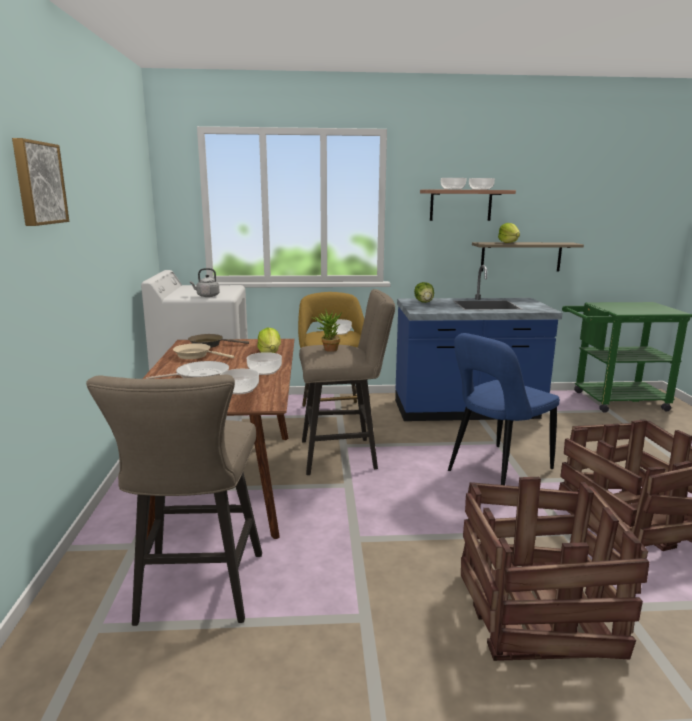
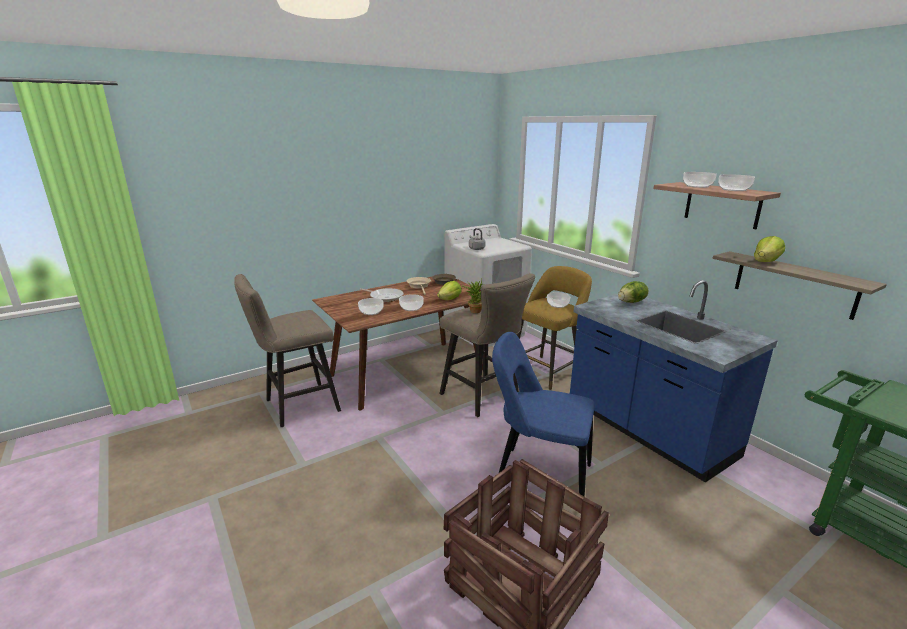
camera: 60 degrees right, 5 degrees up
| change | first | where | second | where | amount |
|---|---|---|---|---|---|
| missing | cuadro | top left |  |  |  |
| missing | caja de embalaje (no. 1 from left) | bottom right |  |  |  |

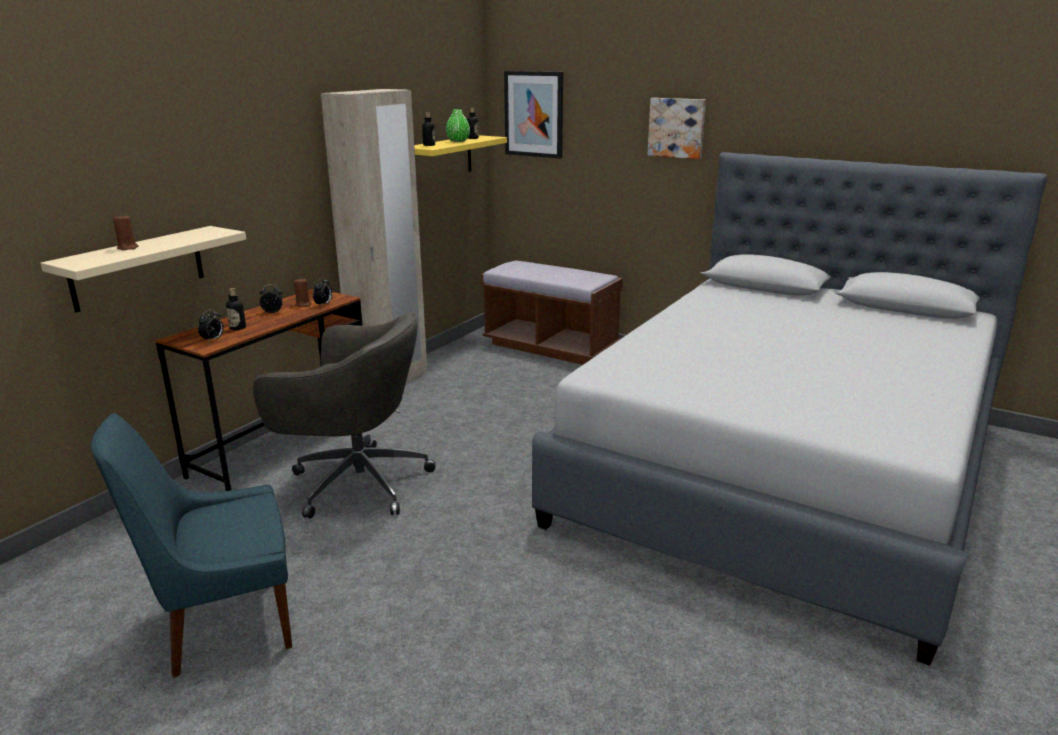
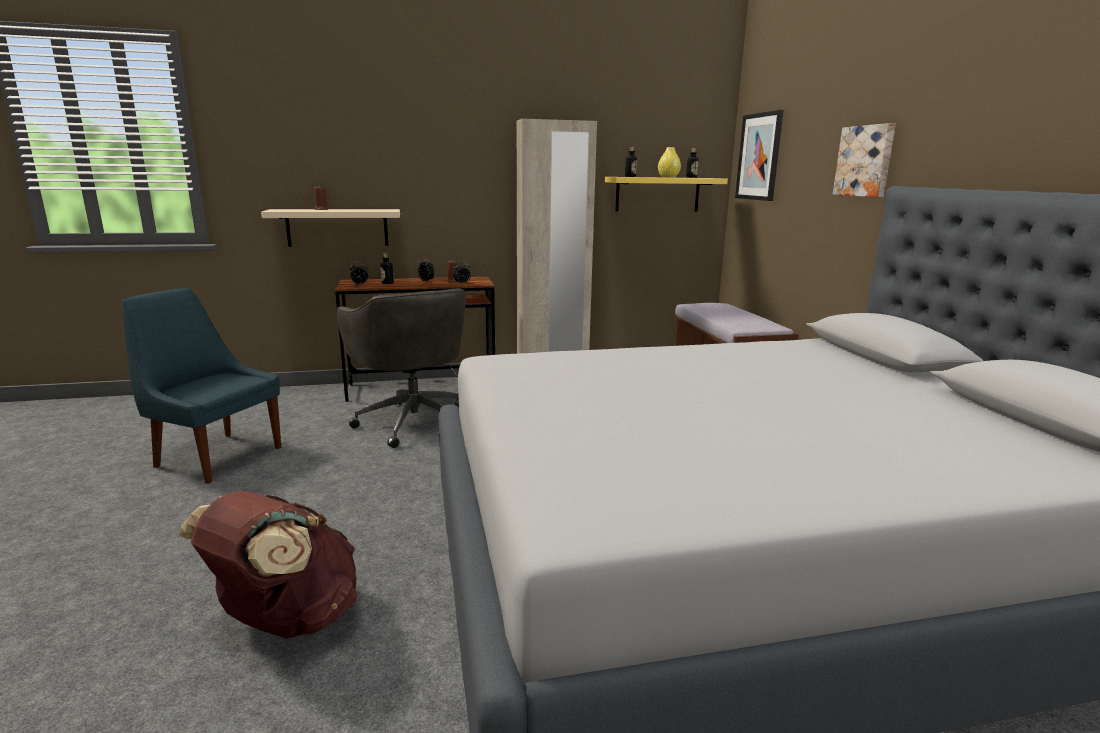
camera: 45 degrees right, 5 degrees down
| change | first | where | second | where | amount |
|---|---|---|---|---|---|
| colour | florero/verde | top centre | florero/amarillo | top centre |  |
| appeared |  |  | mochila/marrón | bottom left |  |

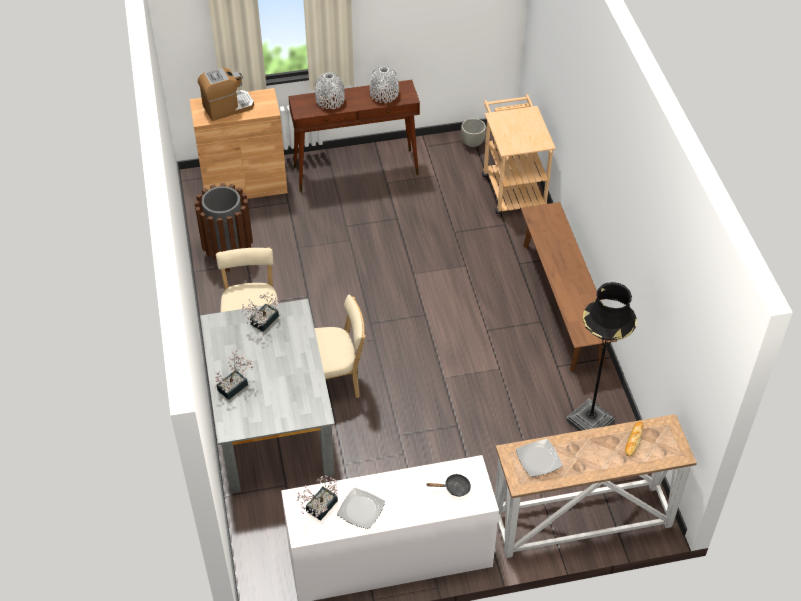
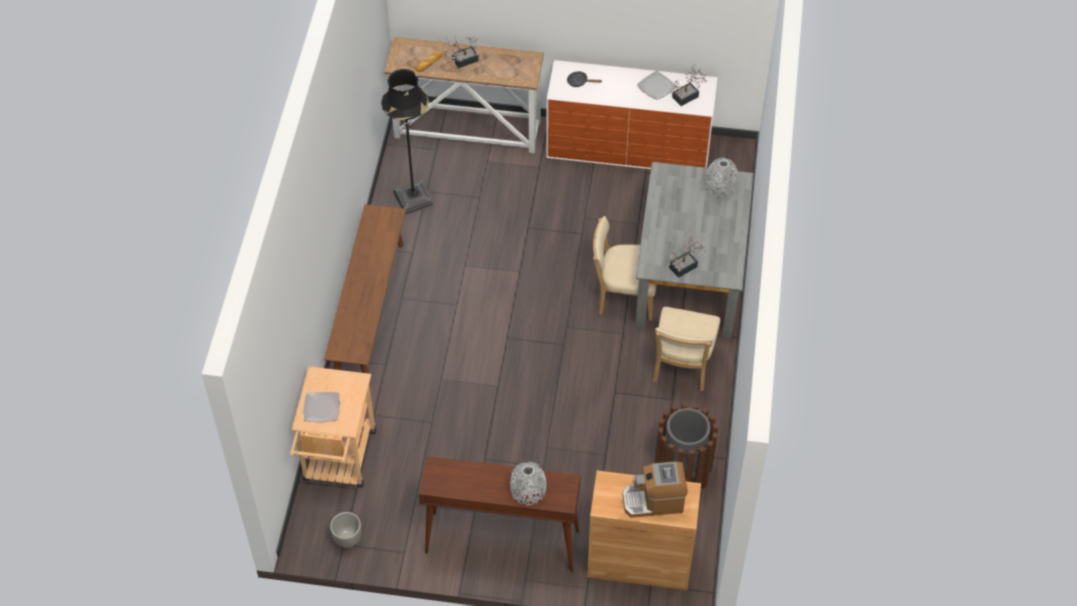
camera: 160 degrees left, 5 degrees up
| change | first | where | second | where | amount |
|---|---|---|---|---|---|
| relocated | florero/gris (no. 2 from left) | top centre |  | top right |  |
| relocated | planta en maceta (no. 1 from left) | middle left |  | top centre |  |
| relocated | plato (no. 2 from left in the first image) | bottom right | plato (no. 1 from left) | bottom left |  |

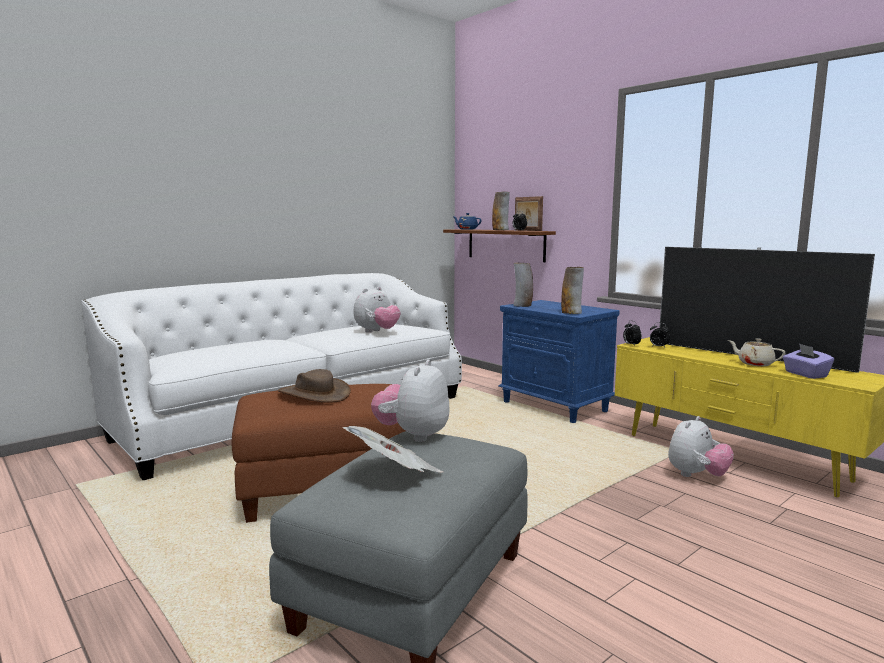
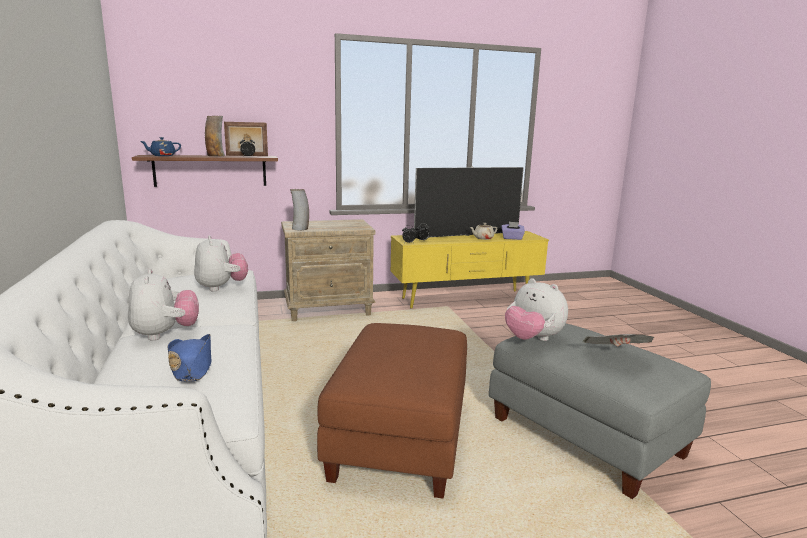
camera: 65 degrees left, 5 degrees up
| change | first | where | second | where | amount |
|---|---|---|---|---|---|
| missing | florero (no. 3 from left) | centre |  |  |  |
| colour | mesita de noche/azul | centre | mesita de noche/beis | centre |  |
| missing | sombrero/marrón | centre |  |  |  |
| relocated | peluche (no. 3 from left in the first image) | bottom right | peluche (no. 1 from left) | middle left |  |
| appeared |  |  | sombrero/azul | middle left |  |

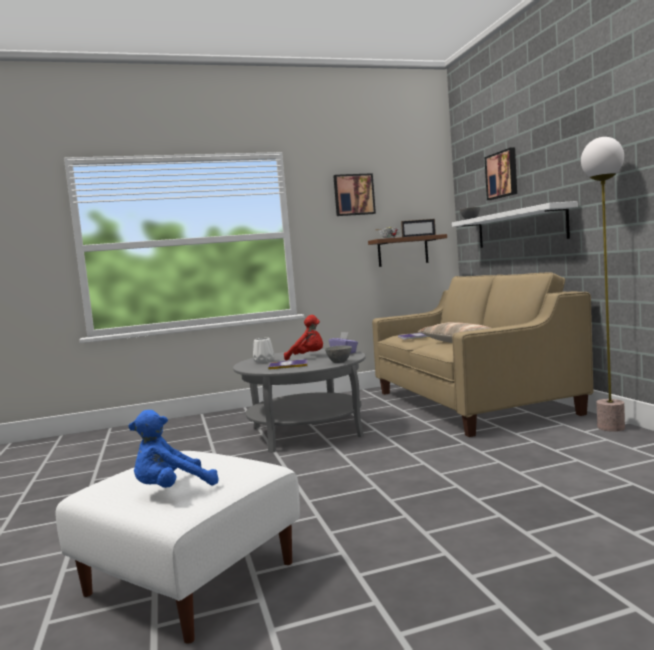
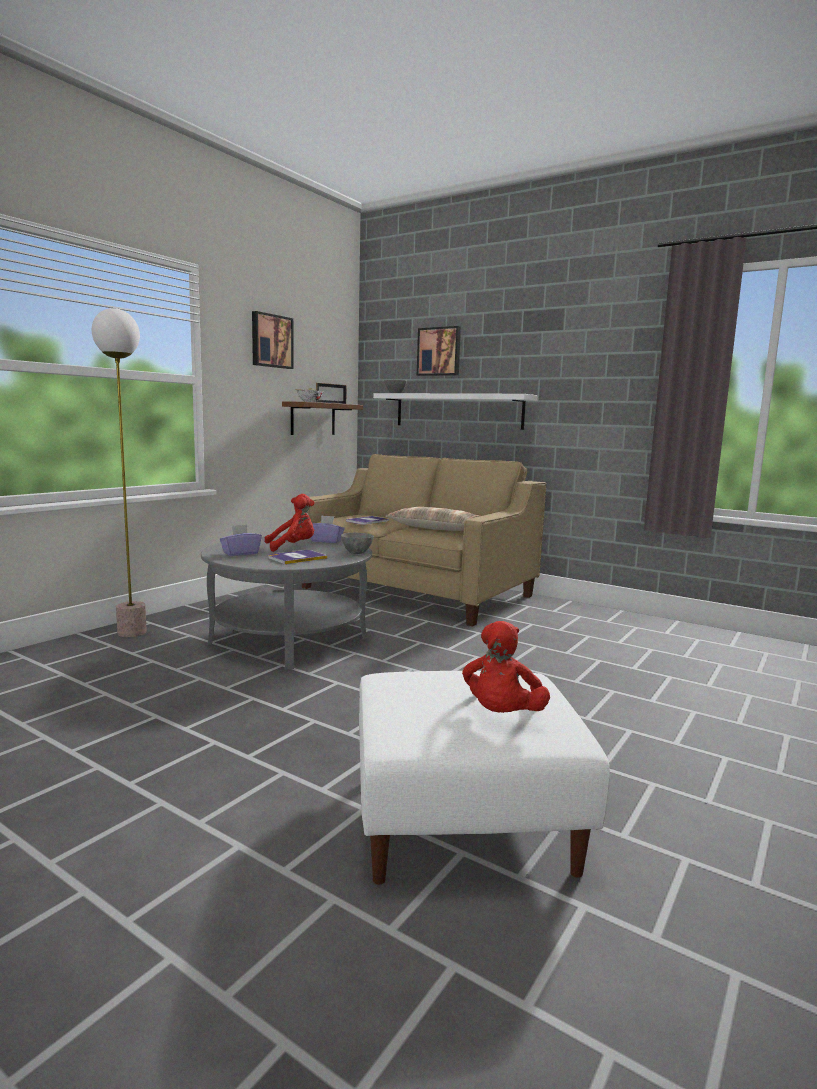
camera: 40 degrees left, 5 degrees up
| change | first | where | second | where | amount |
|---|---|---|---|---|---|
| relocated | lámpara de pie | middle right |  | middle left |  |
| exchanged | florero/blanco | centre | caja de pañuelos/morado (no. 1 from left) | middle left |  |
| colour | peluche/azul | bottom left | peluche/rojo (no. 2 from left) | centre |  |

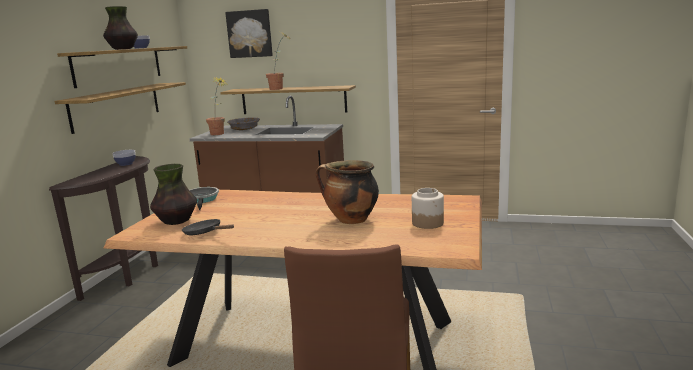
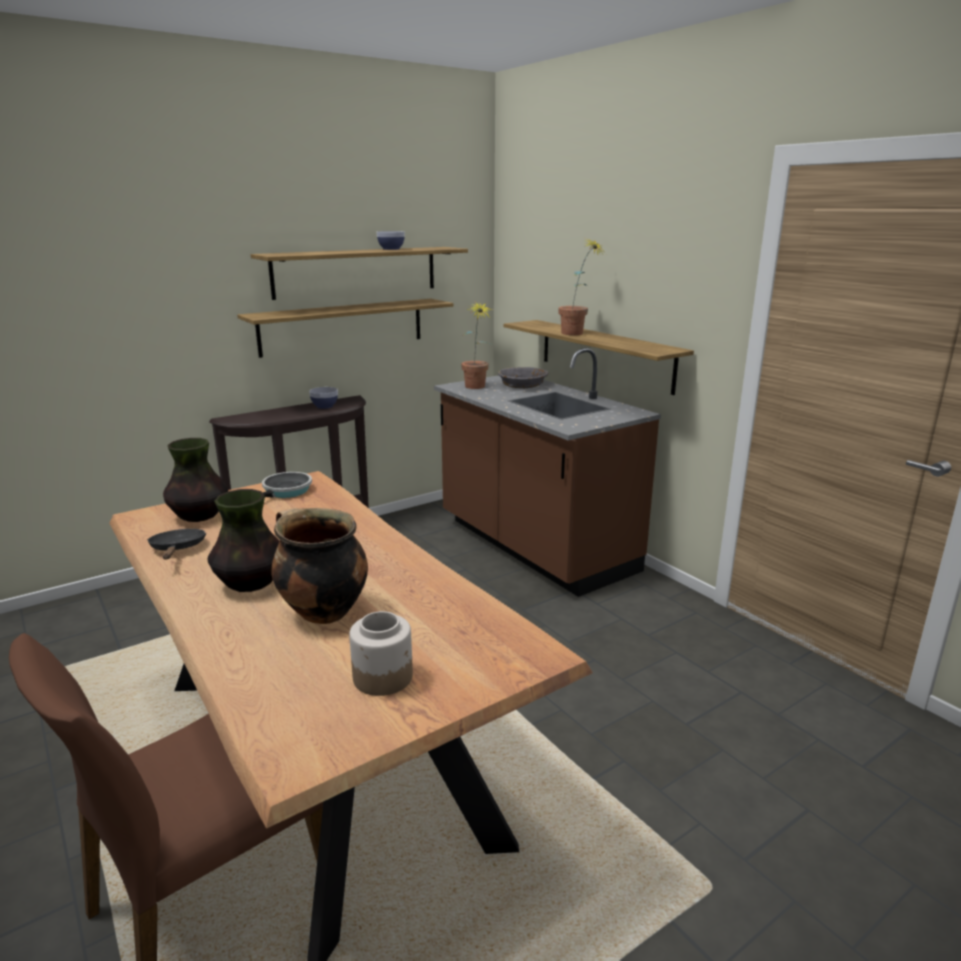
camera: 40 degrees right, 5 degrees up
| change | first | where | second | where | amount |
|---|---|---|---|---|---|
| relocated | florero (no. 1 from left in the first image) | top left | florero (no. 2 from left) | middle left |  |
| missing | cuadro | top centre |  |  |  |

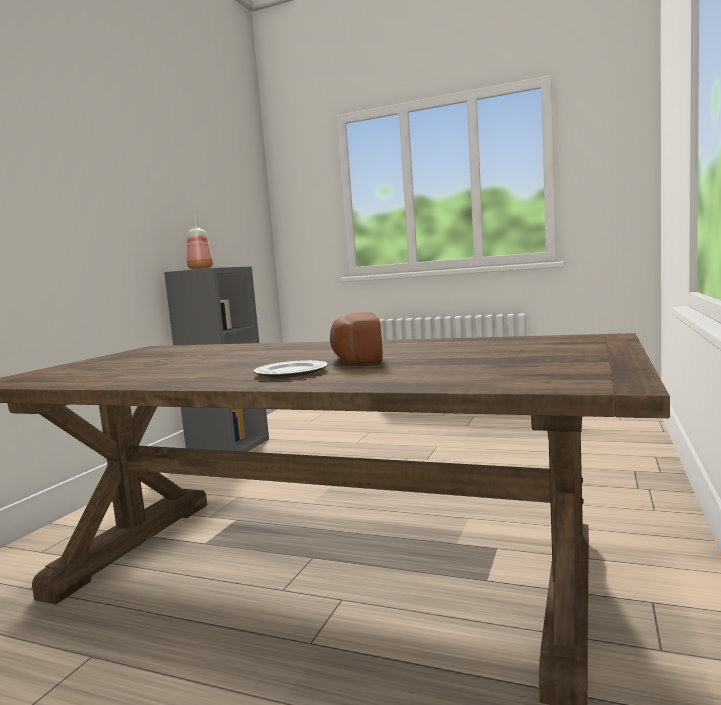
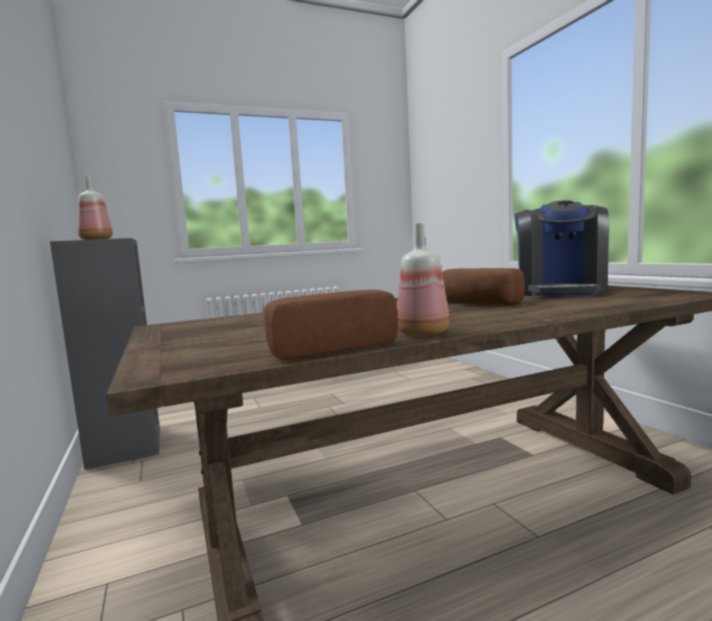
camera: 45 degrees left, 0 degrees up
| change | first | where | second | where | amount |
|---|---|---|---|---|---|
| missing | plato | centre |  |  |  |
| appeared |  |  | cafetera | middle right |  |
| appeared |  |  | botella (no. 2 from left) | centre |  |
| appeared |  |  | pan (no. 1 from left) | centre |  |

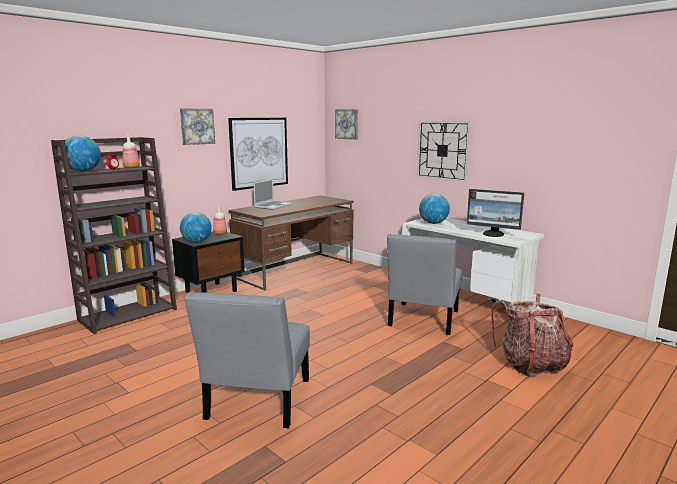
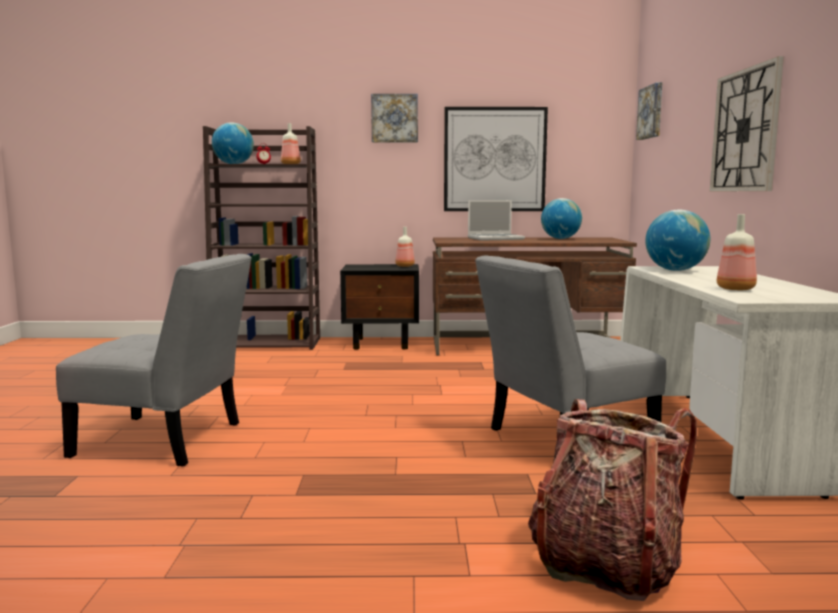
camera: 45 degrees right, 5 degrees down
| change | first | where | second | where | amount |
|---|---|---|---|---|---|
| exchanged | monitor | middle right | botella (no. 3 from left) | middle right |  |
| relocated | globo terráqueo (no. 2 from left) | middle left |  | middle right |  |
| spun | silla/gris (no. 1 from left) | bottom centre |  | middle left | 135 degrees counterclockwise |

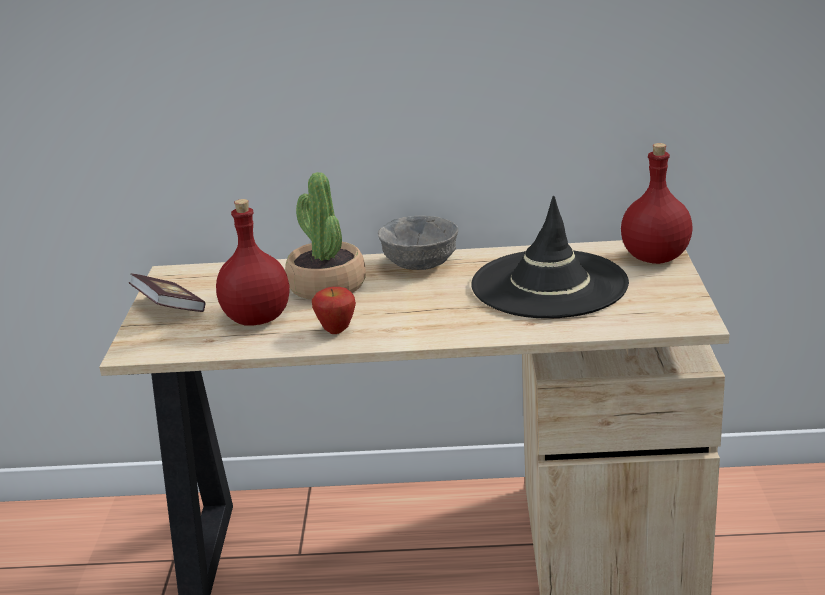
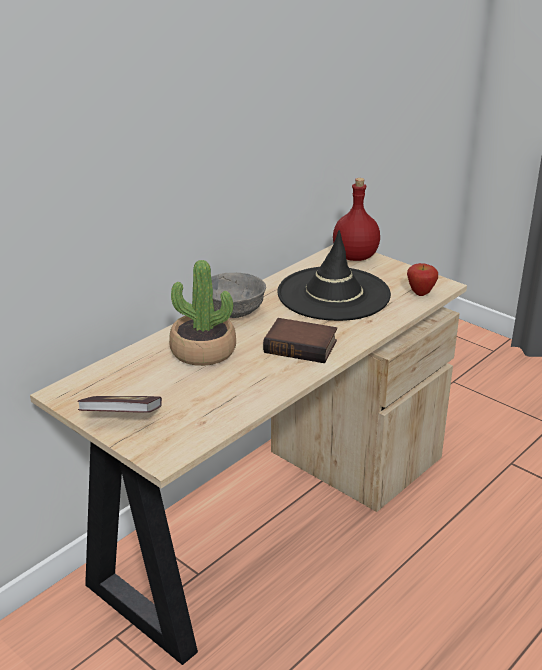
camera: 50 degrees left, 5 degrees up
| change | first | where | second | where | amount |
|---|---|---|---|---|---|
| missing | botella/rojo (no. 1 from left) | middle left |  |  |  |
| relocated | manzana | centre |  | middle right |  |
| appeared |  |  | libro (no. 2 from left) | centre |  |

